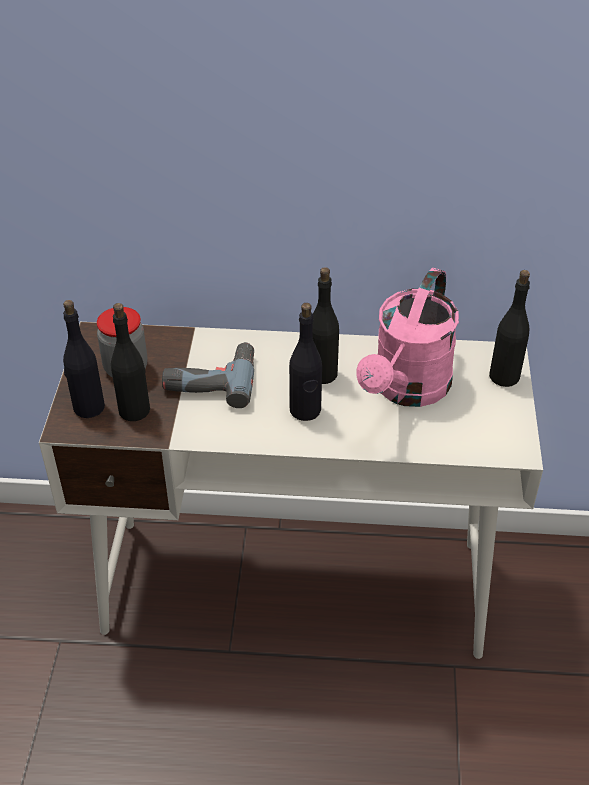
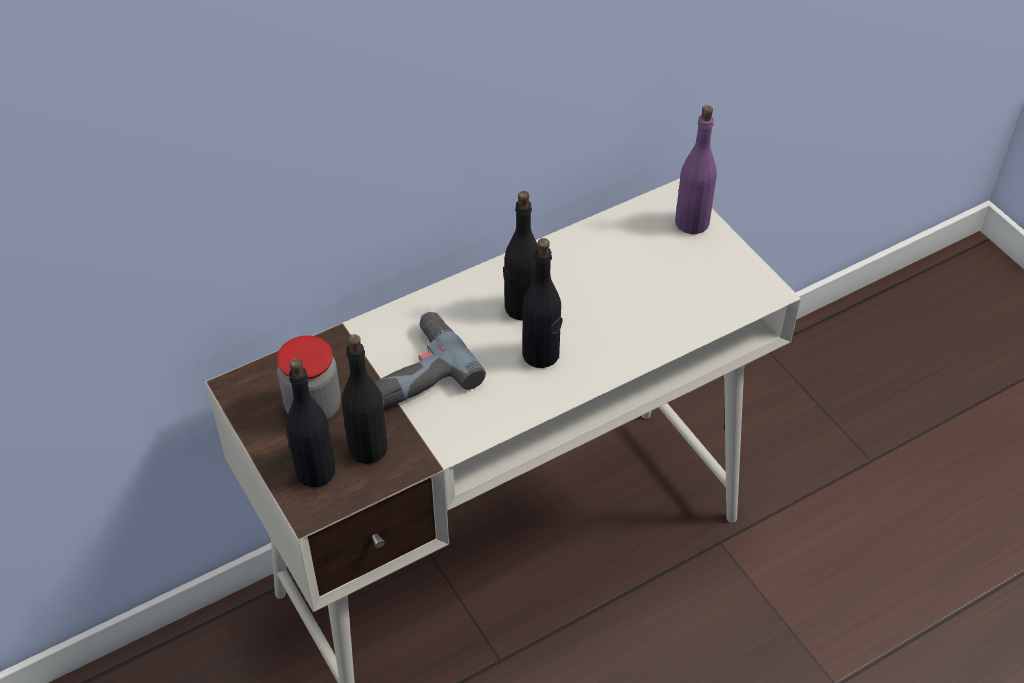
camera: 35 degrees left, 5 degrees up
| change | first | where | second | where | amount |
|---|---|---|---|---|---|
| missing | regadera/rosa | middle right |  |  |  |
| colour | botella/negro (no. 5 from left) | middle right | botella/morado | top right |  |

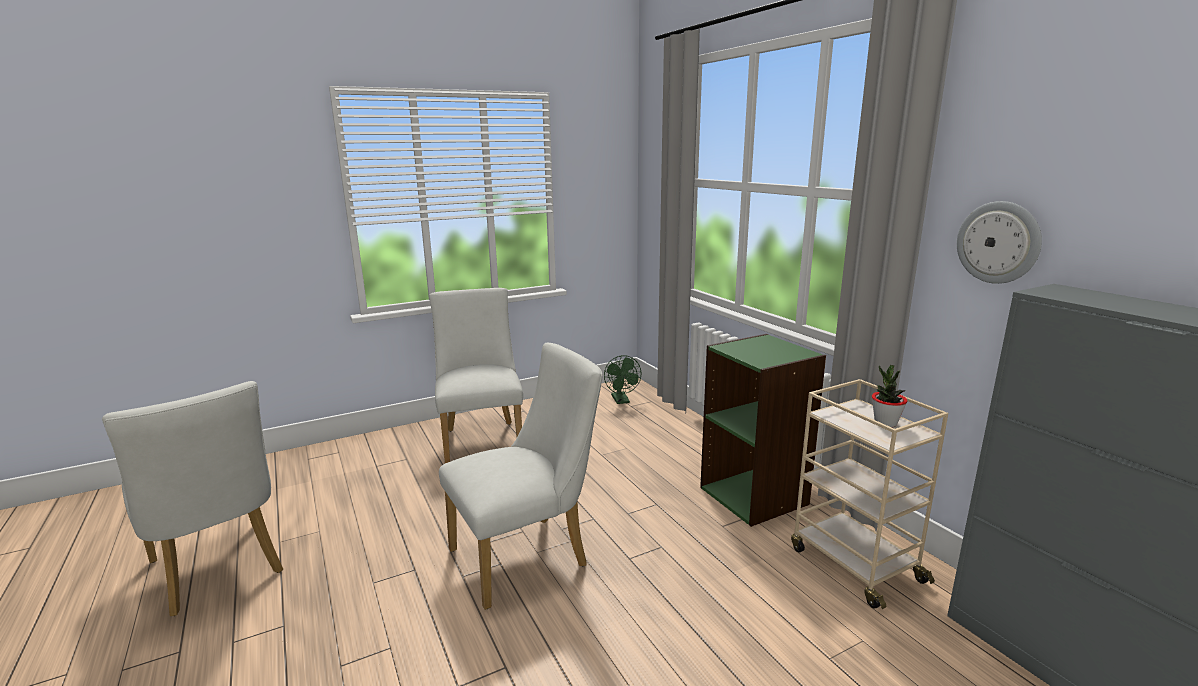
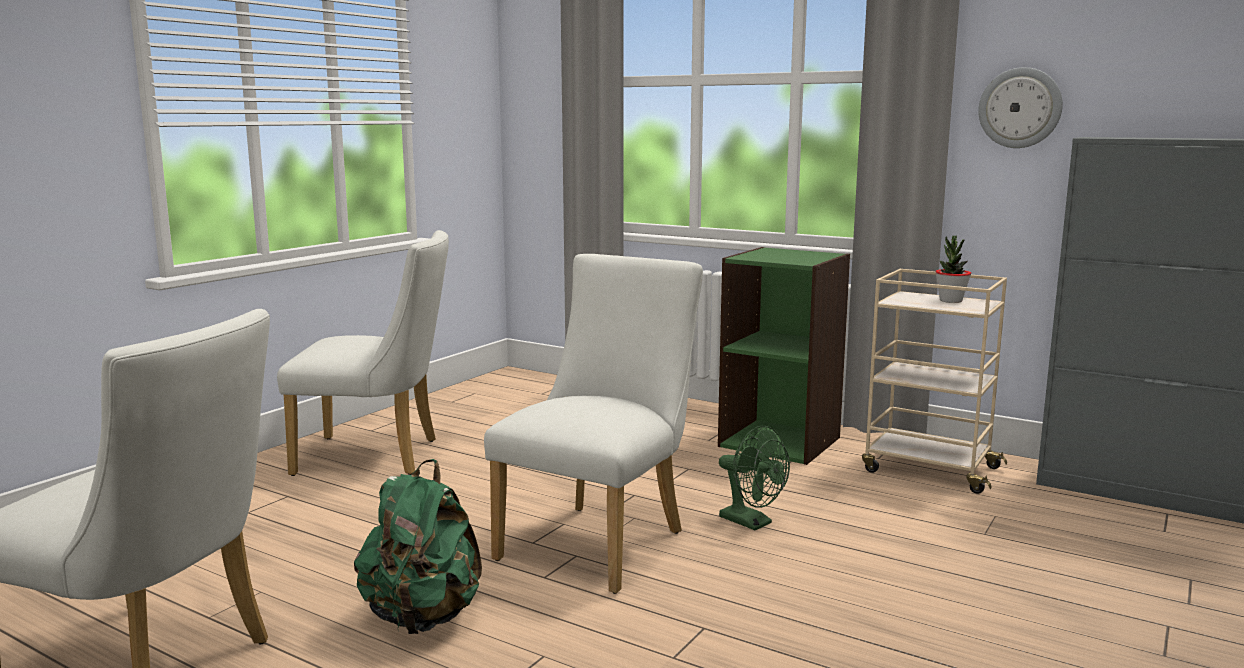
camera: 30 degrees left, 5 degrees down
| change | first | where | second | where | amount |
|---|---|---|---|---|---|
| spun | silla/blanco (no. 2 from left) | centre |  | middle left | 135 degrees clockwise |
| relocated | ventilador/verde | centre |  | bottom centre |  |
| appeared |  |  | mochila/verde | bottom centre |  |

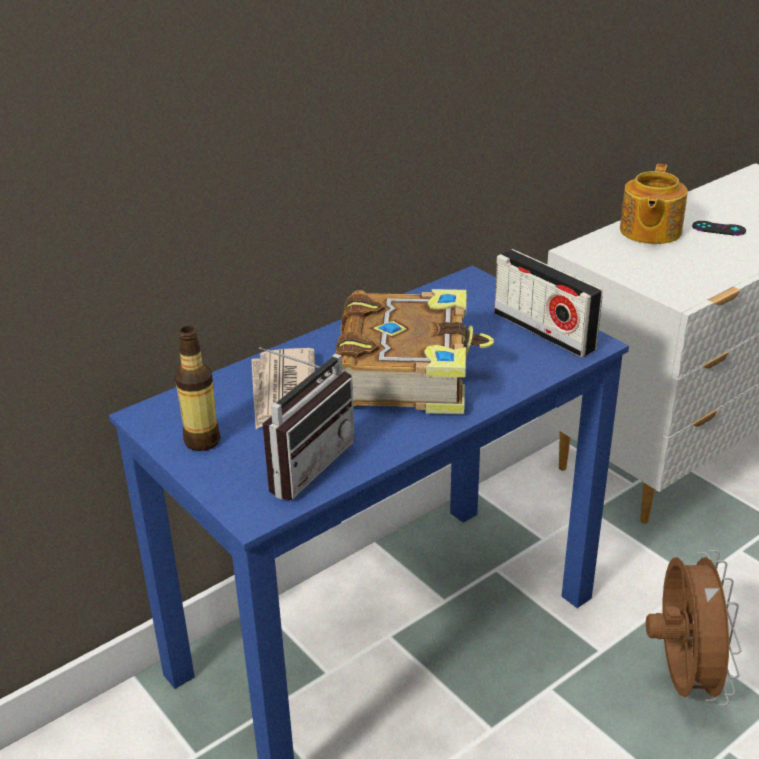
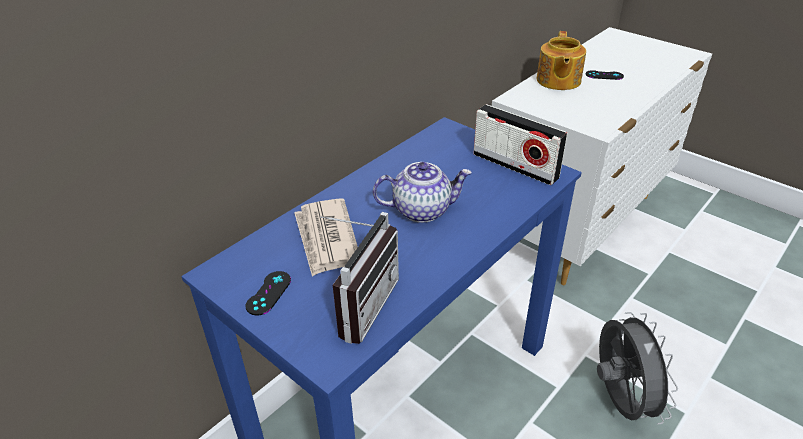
camera: 10 degrees left, 5 degrees up
| change | first | where | second | where | amount |
|---|---|---|---|---|---|
| exchanged | libro | centre | tetera (no. 1 from left) | centre |  |
| exchanged | botella | middle left | mando de consola/negro (no. 1 from left) | bottom centre |  |
| colour | ventilador/marrón | bottom right | ventilador/gris | bottom right |  |

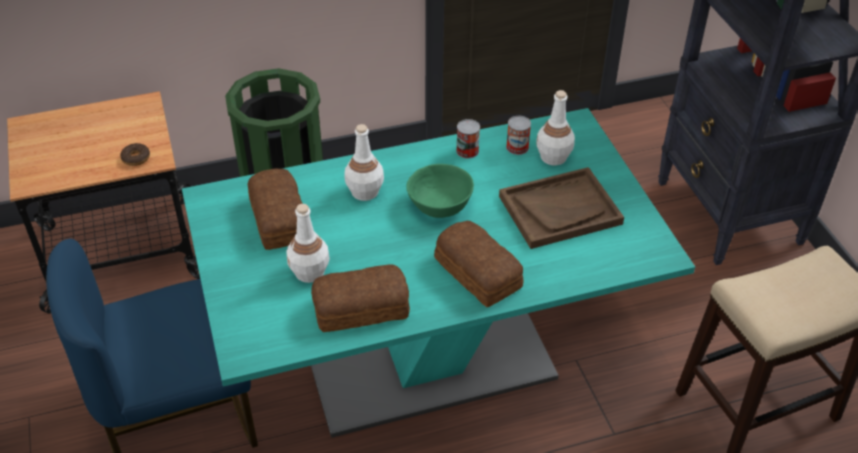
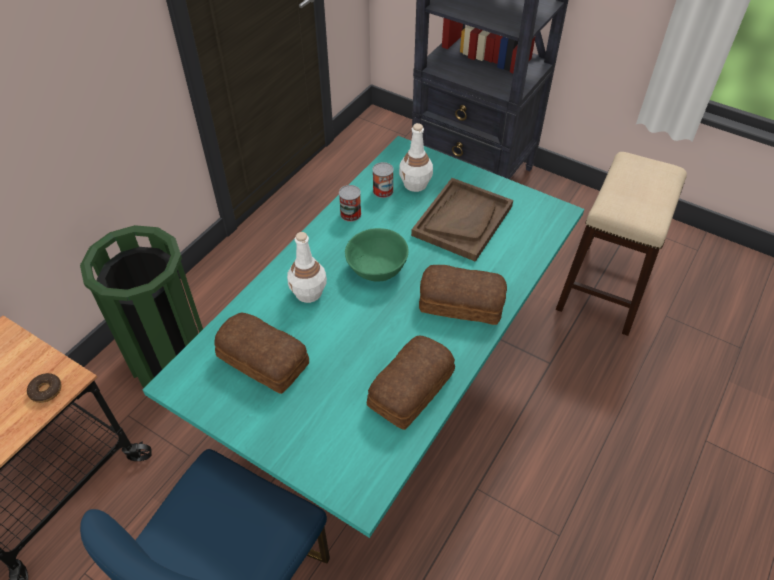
camera: 40 degrees left, 5 degrees up
| change | first | where | second | where | amount |
|---|---|---|---|---|---|
| missing | botella/blanco (no. 1 from left) | centre |  |  |  |

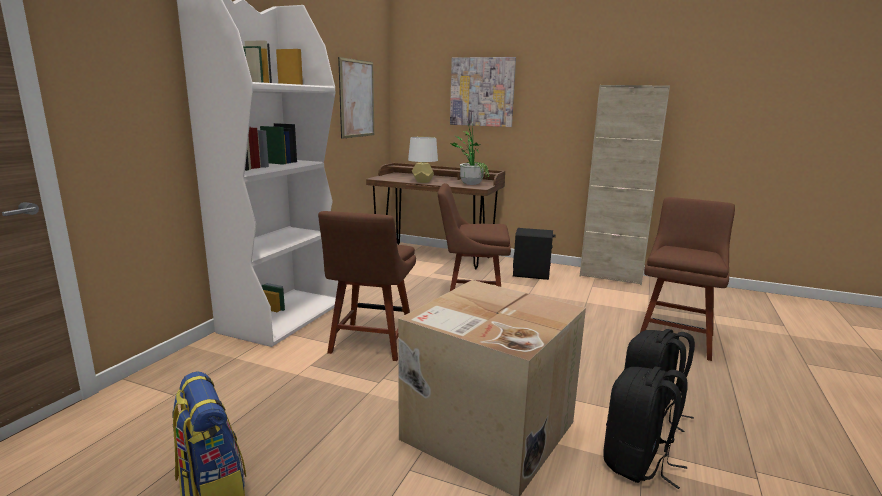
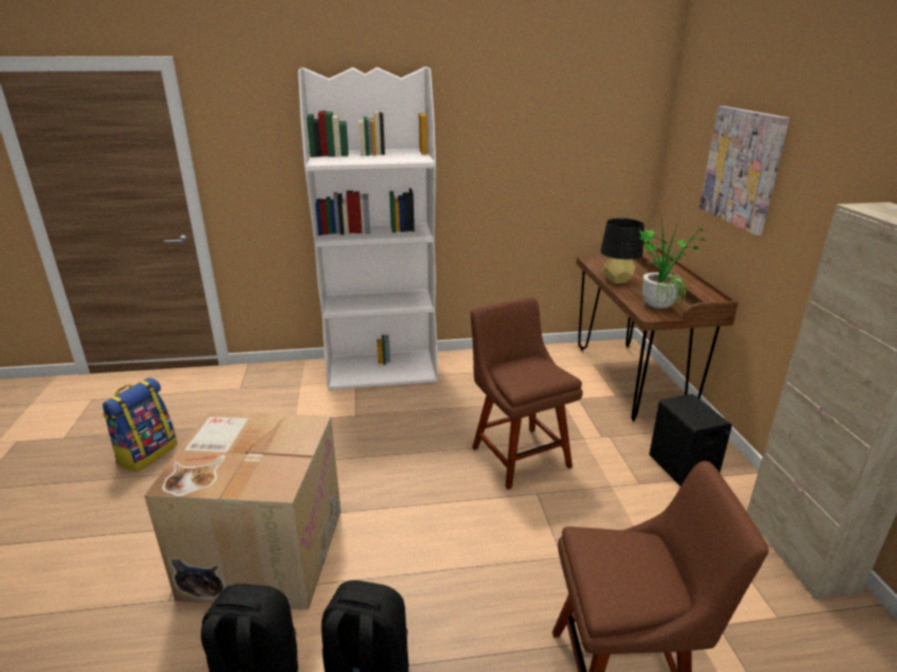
camera: 60 degrees right, 10 degrees up
| change | first | where | second | where | amount |
|---|---|---|---|---|---|
| missing | cuadro (no. 1 from left) | top centre |  |  |  |
| colour | lámpara de mesa/blanco | top centre | lámpara de mesa/negro | middle right |  |
| missing | silla/marrón (no. 1 from left) | centre |  |  |  |

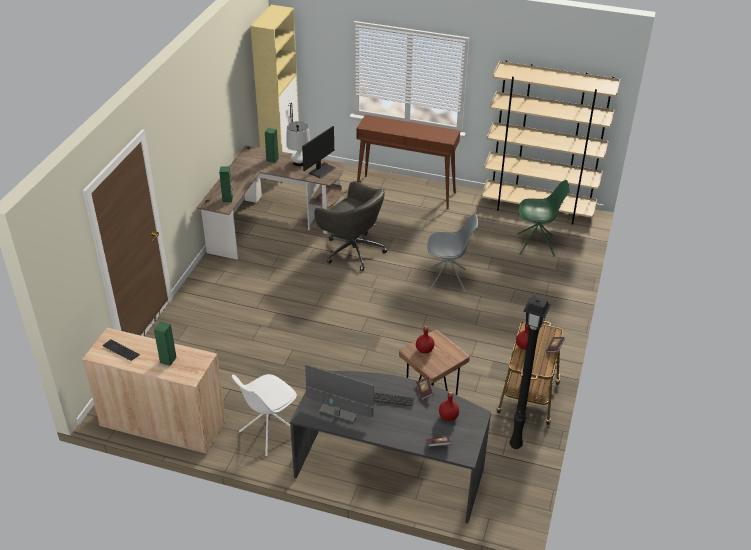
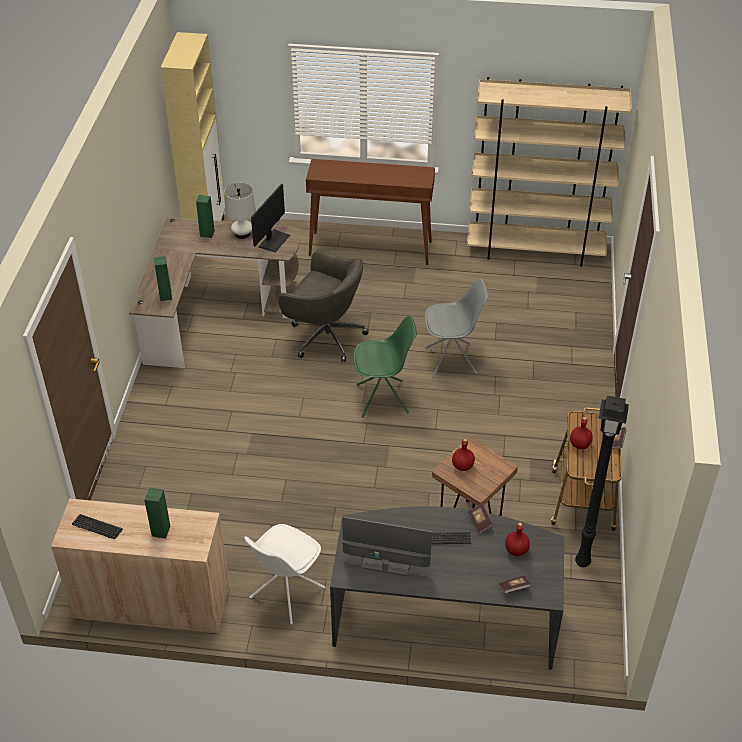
camera: 10 degrees left, 5 degrees up
| change | first | where | second | where | amount |
|---|---|---|---|---|---|
| relocated | silla/verde | middle right |  | centre |  |

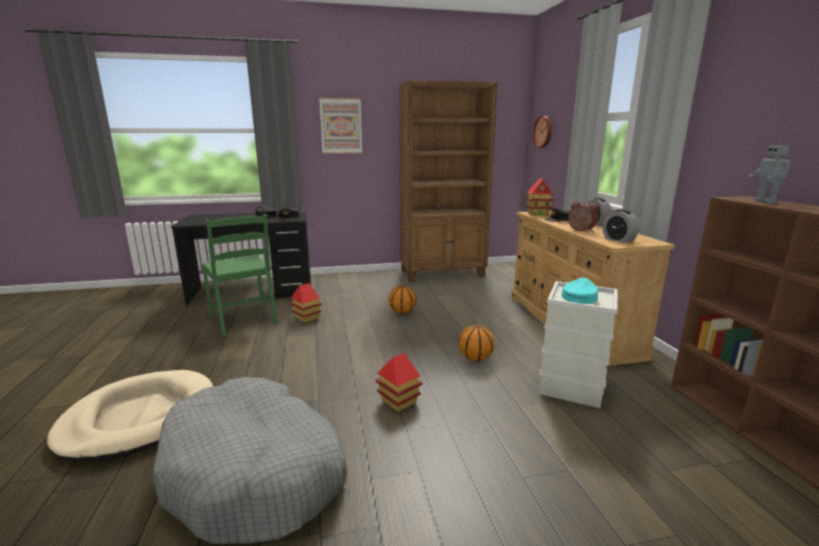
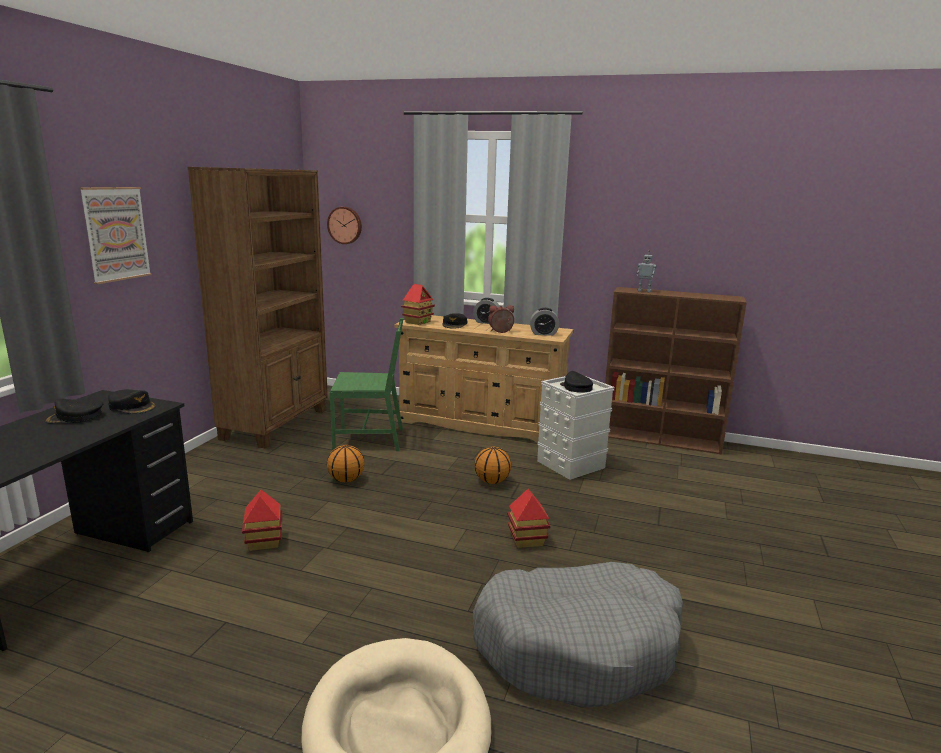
camera: 60 degrees left, 0 degrees up
| change | first | where | second | where | amount |
|---|---|---|---|---|---|
| relocated | silla/verde | middle left |  | centre |  |
| colour | gorra/turquesa | middle right | gorra/negro (no. 4 from left) | centre |  |

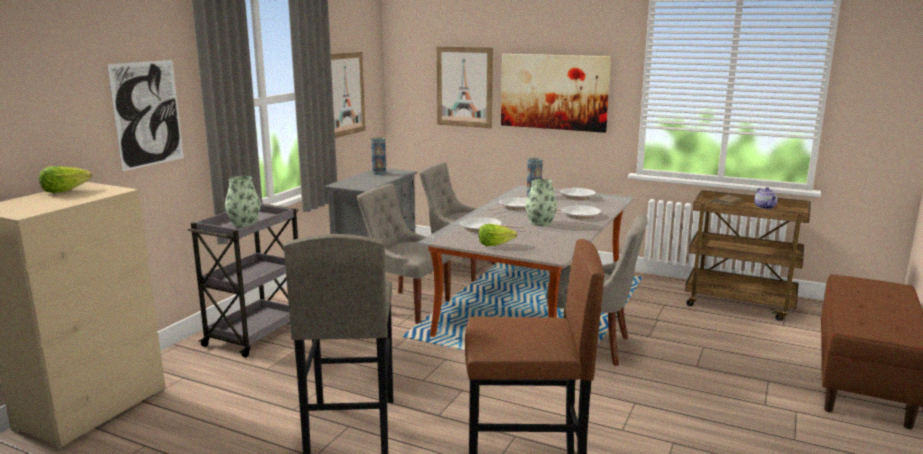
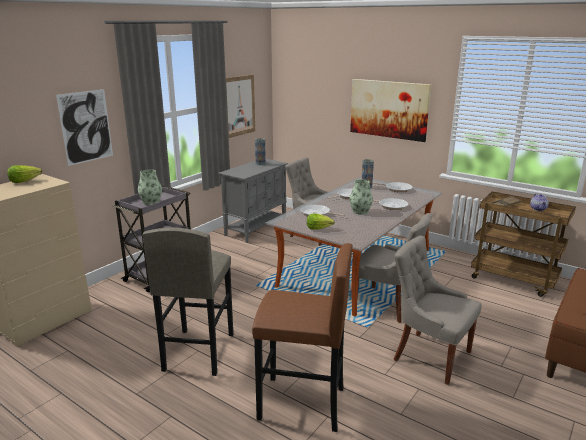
camera: 10 degrees right, 5 degrees up
| change | first | where | second | where | amount |
|---|---|---|---|---|---|
| missing | cuadro (no. 3 from left) | top centre |  |  |  |
| relocated | silla/gris (no. 1 from left in the first image) | centre | silla/gris (no. 3 from left) | bottom right |  |

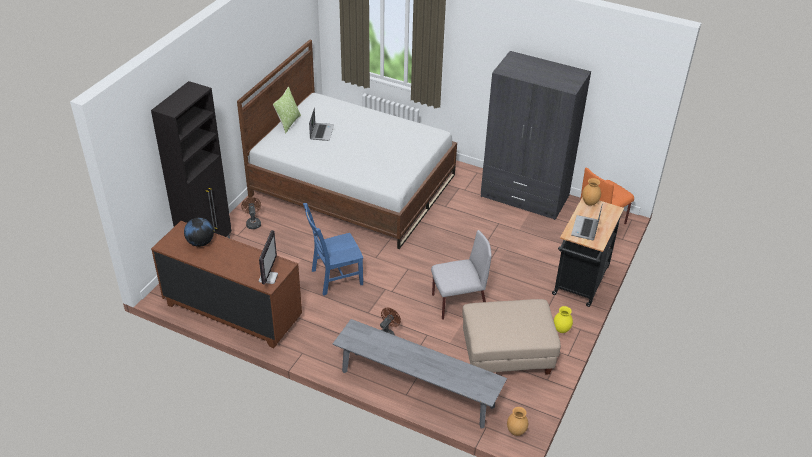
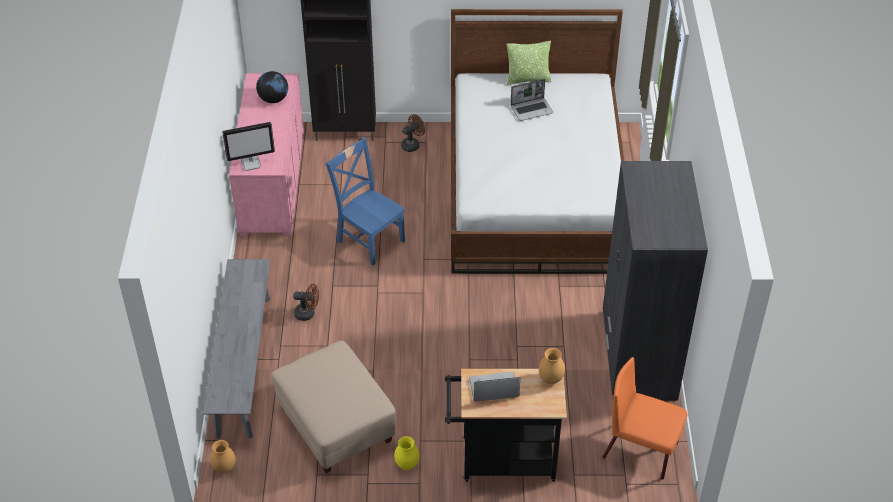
camera: 65 degrees right, 5 degrees up
| change | first | where | second | where | amount |
|---|---|---|---|---|---|
| colour | cómoda/marrón | middle left | cómoda/rosa | top left |  |
| missing | silla/gris | centre |  |  |  |

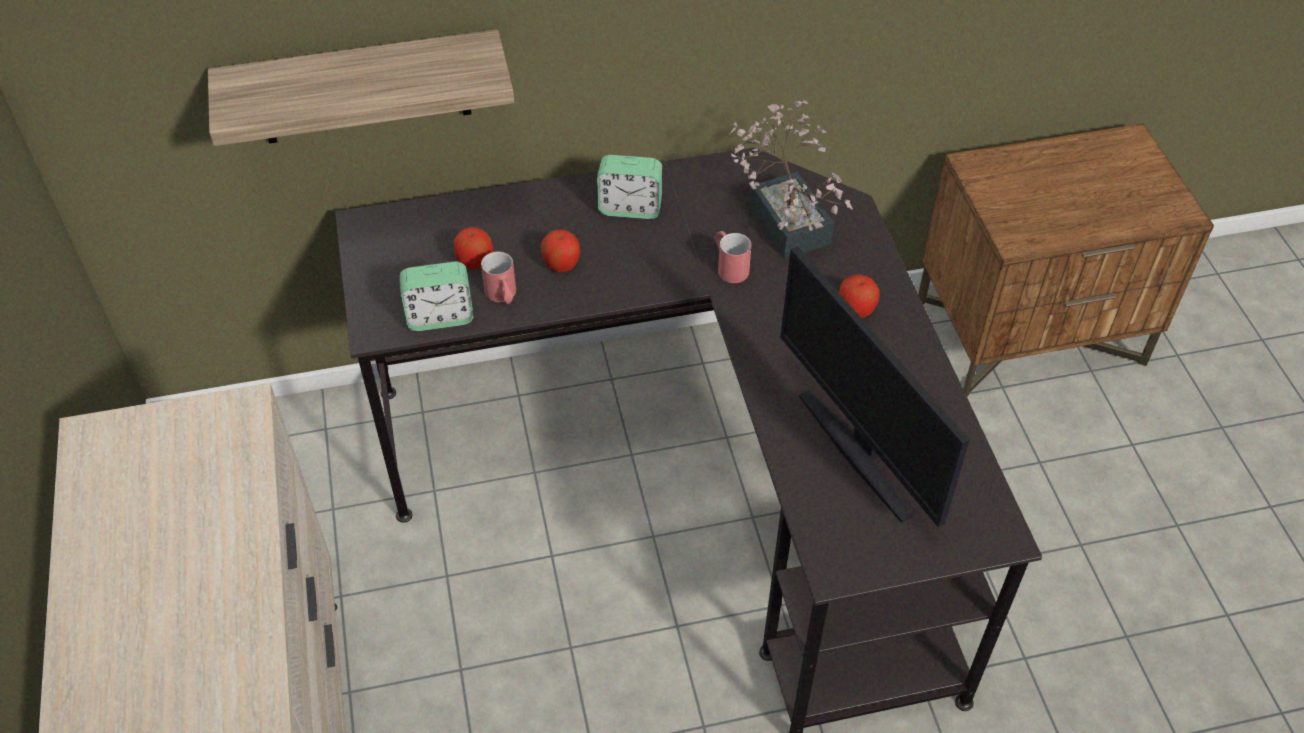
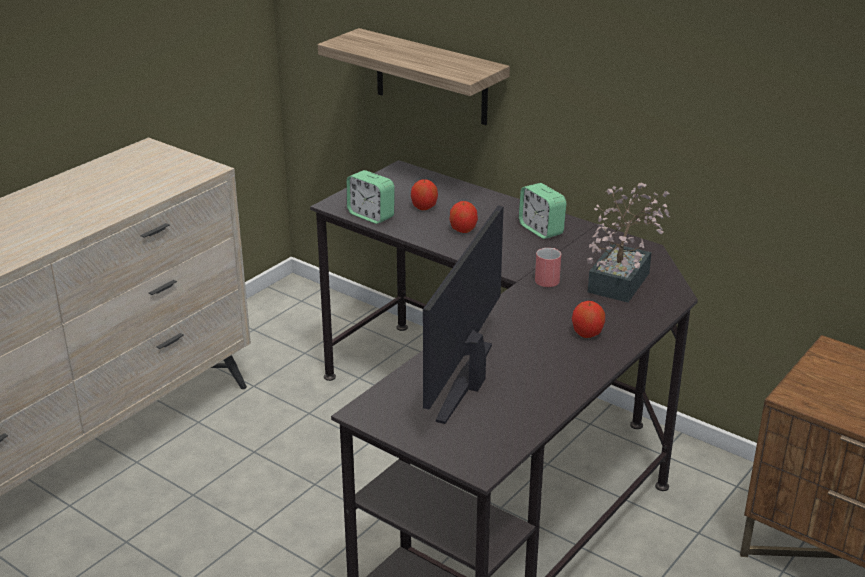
camera: 50 degrees right, 20 degrees down
| change | first | where | second | where | amount |
|---|---|---|---|---|---|
| missing | taza grande/rojo (no. 1 from left) | centre |  |  |  |

